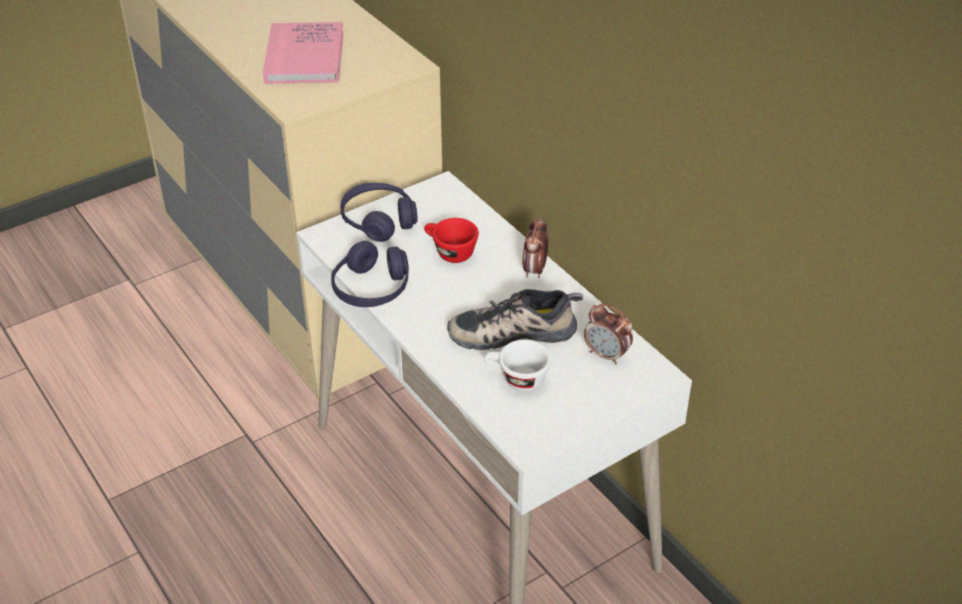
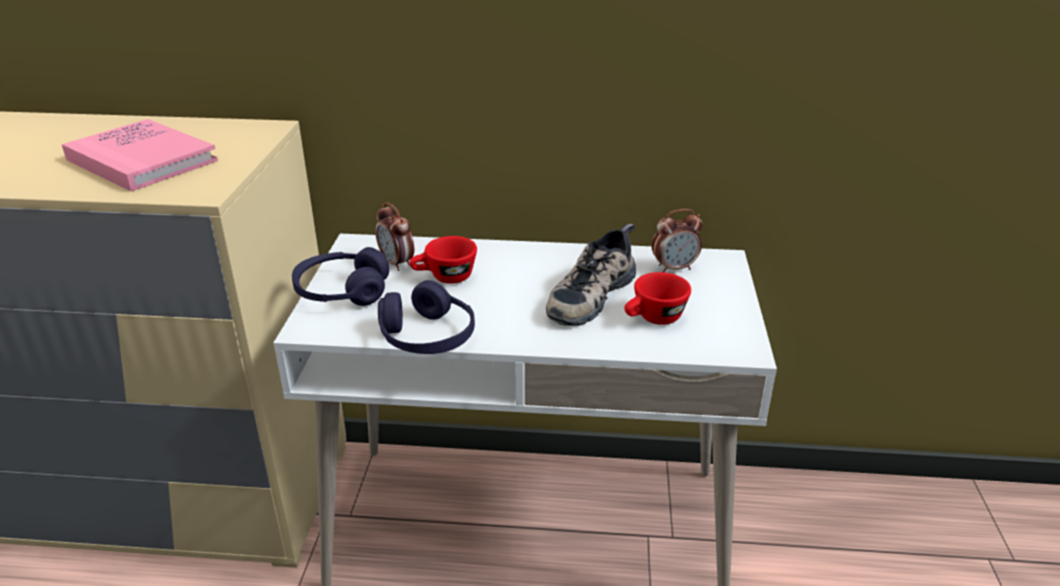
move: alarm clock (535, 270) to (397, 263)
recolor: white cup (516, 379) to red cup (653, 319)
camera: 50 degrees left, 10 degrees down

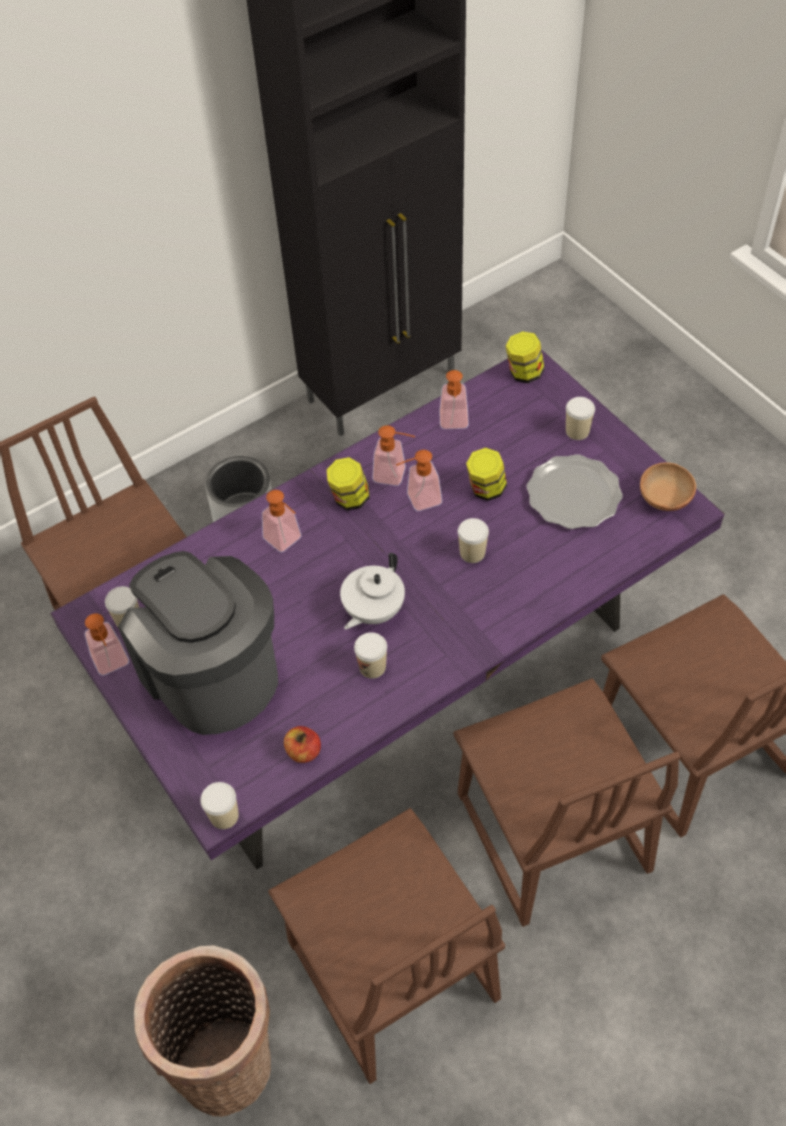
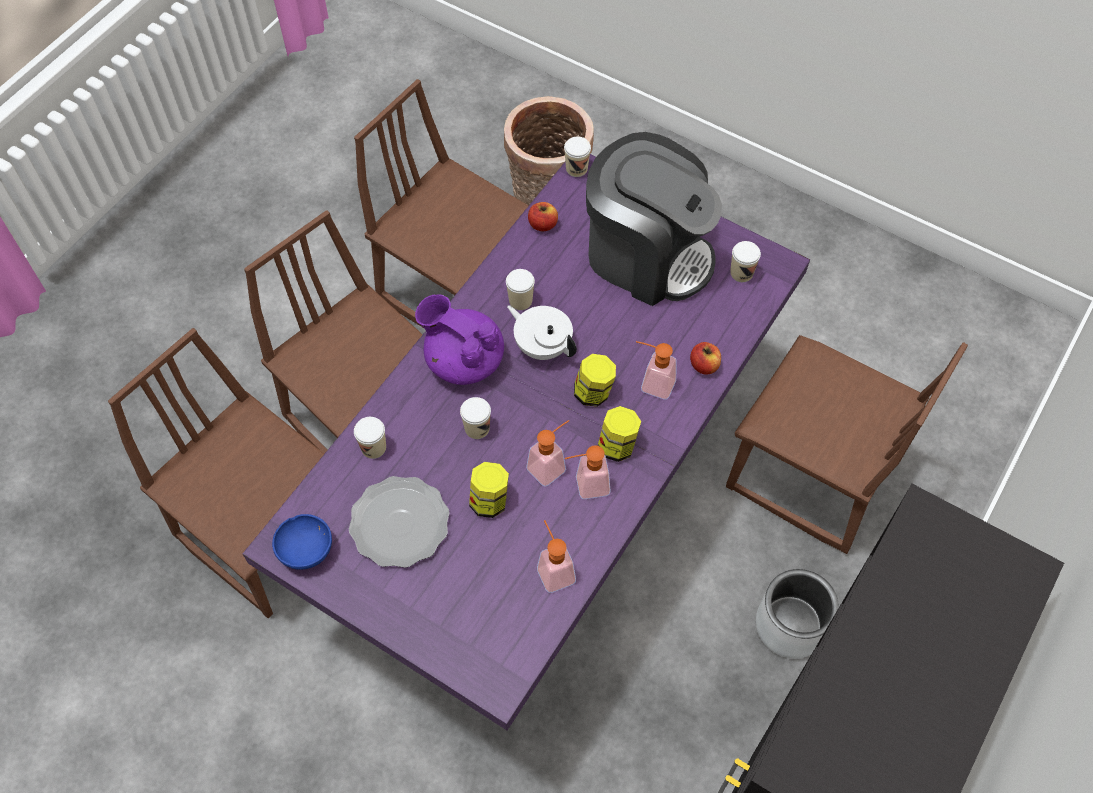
delete: soap dispenser (113, 665)
insert: purple teapot (463, 360); apple (704, 365)
move: jar (524, 373) to (593, 392); cup (577, 431) to (373, 447)
recolor: brown bowl (664, 499) to blue bowl (306, 549)
rotate: white teapot (372, 611) = (542, 346) 60 degrees counterclockwise
camera: 155 degrees right, 5 degrees up

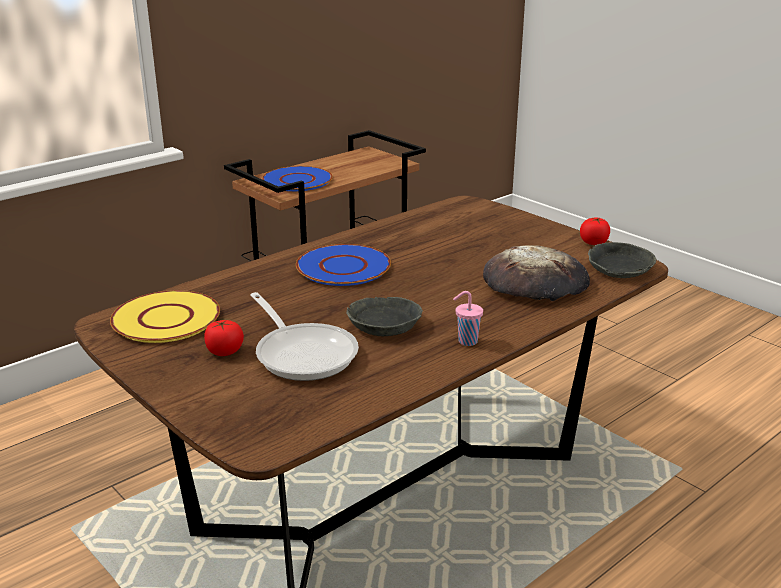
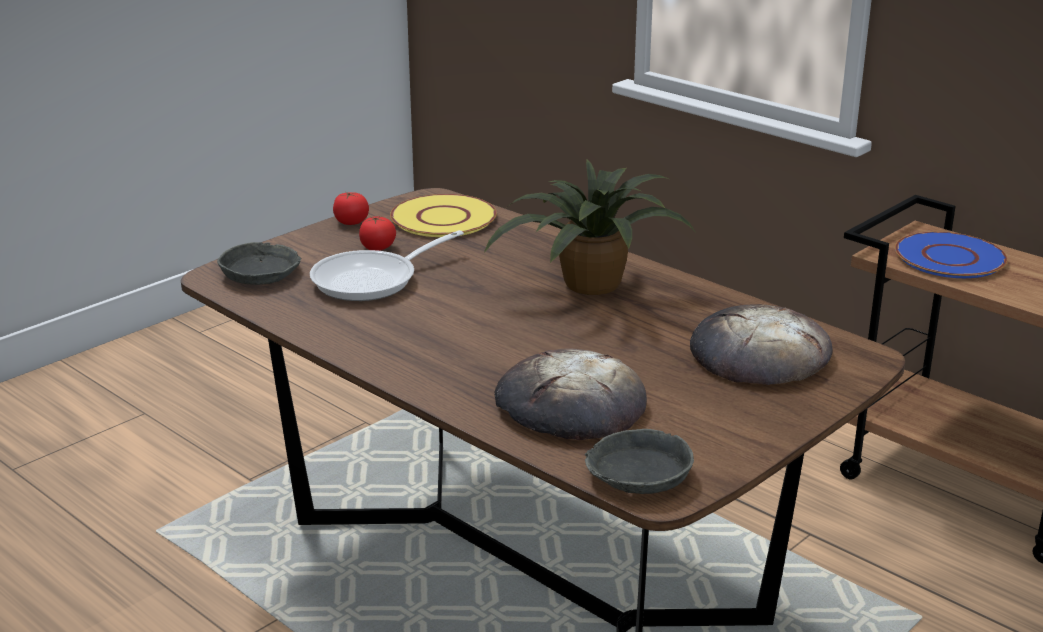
delete: pink cup (466, 341)
insert: bread (758, 354)
move: grey bowl (384, 323) to (261, 273); tomato (594, 242) to (351, 222)
replace: blue plate (344, 267) to potted plant (588, 286)
camera: 85 degrees right, 0 degrees up

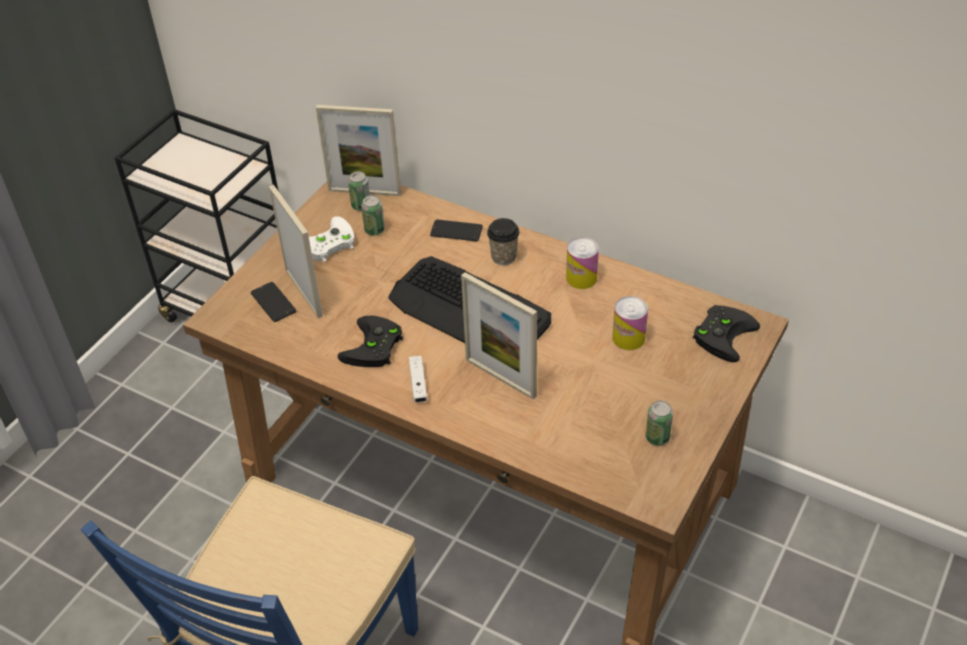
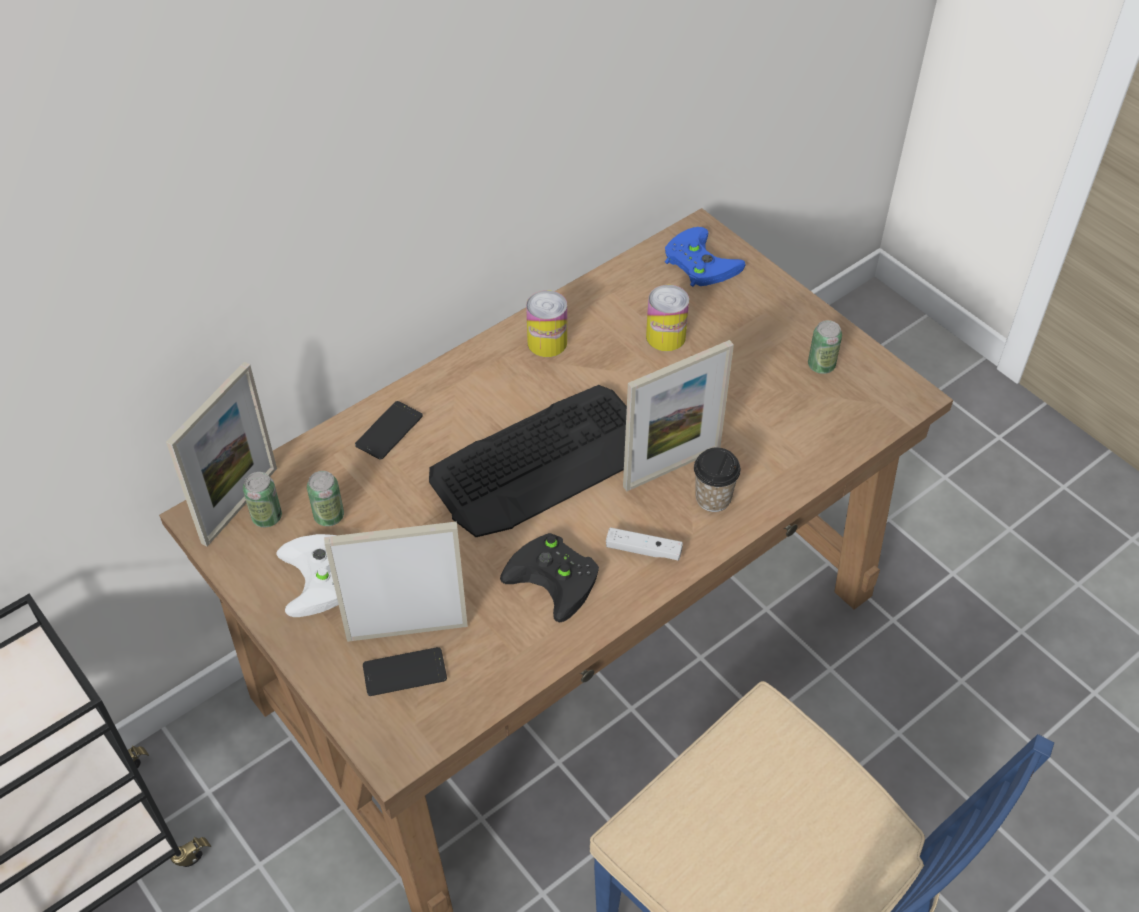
move: cup (503, 257) to (713, 498)
recolor: black game controller (722, 333) to blue game controller (697, 262)
camera: 70 degrees left, 5 degrees up

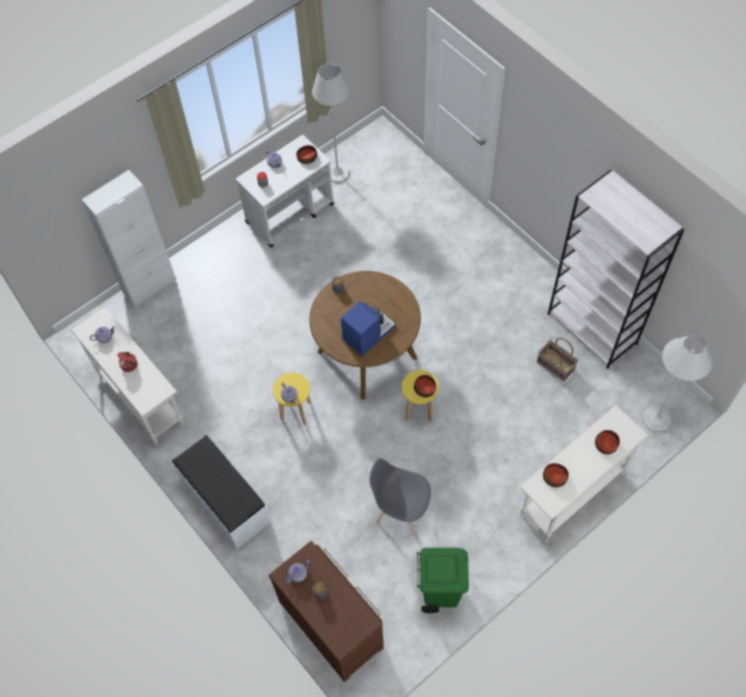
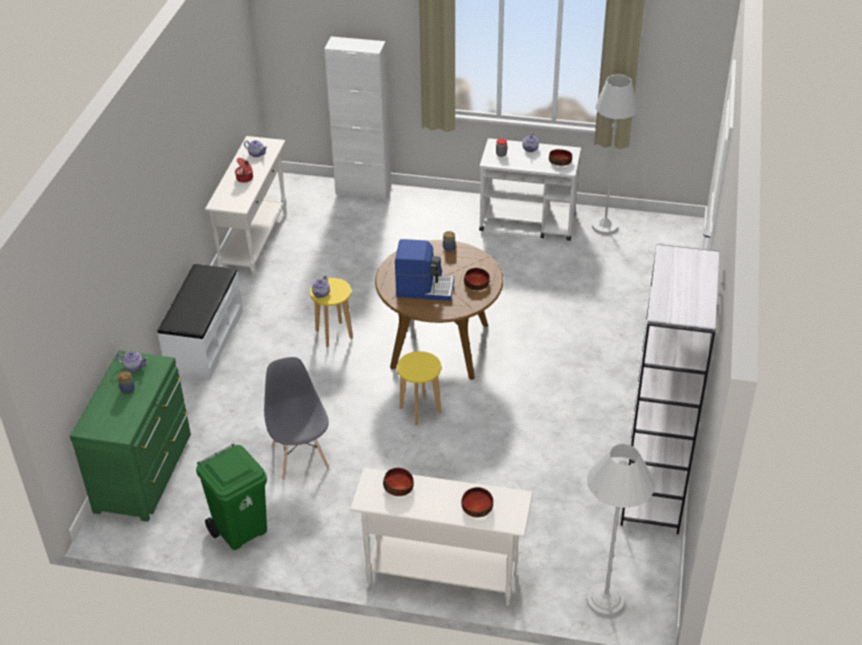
delete: basket (556, 365)
move: bowl (425, 388) to (476, 284)
recolor: brown dresser (332, 622) to green dresser (146, 472)
camera: 50 degrees right, 20 degrees down

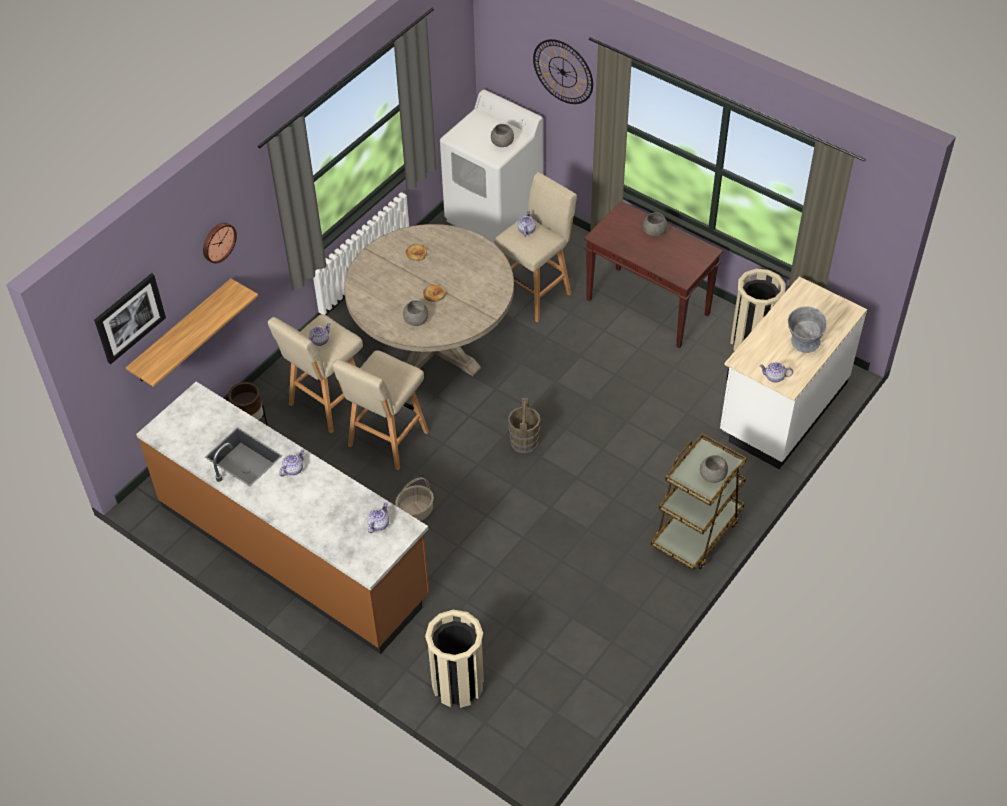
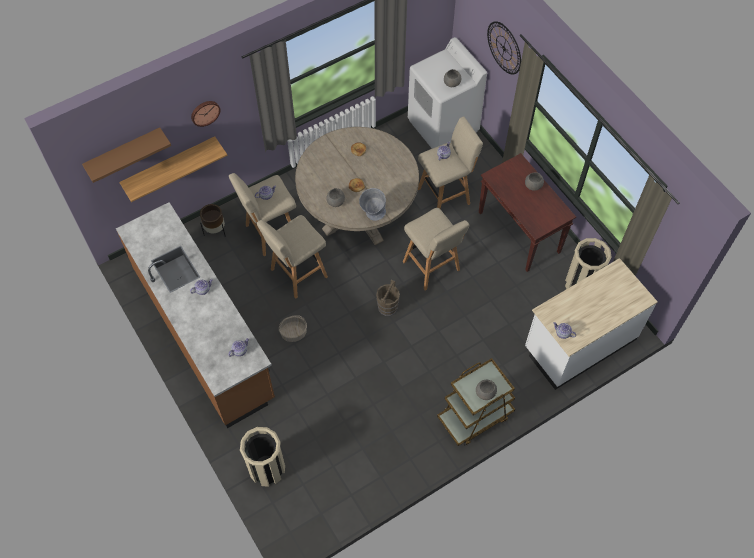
insert: beige stool (432, 267)
move: grey bowl (802, 345) to (372, 214)
replace: picture (129, 317) to brown shelf (124, 152)
camera: 20 degrees right, 10 degrees up

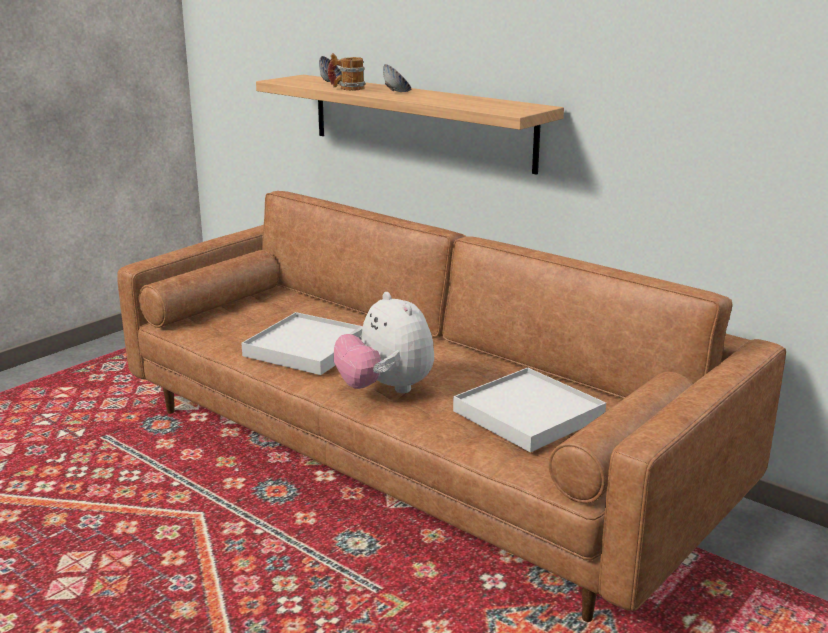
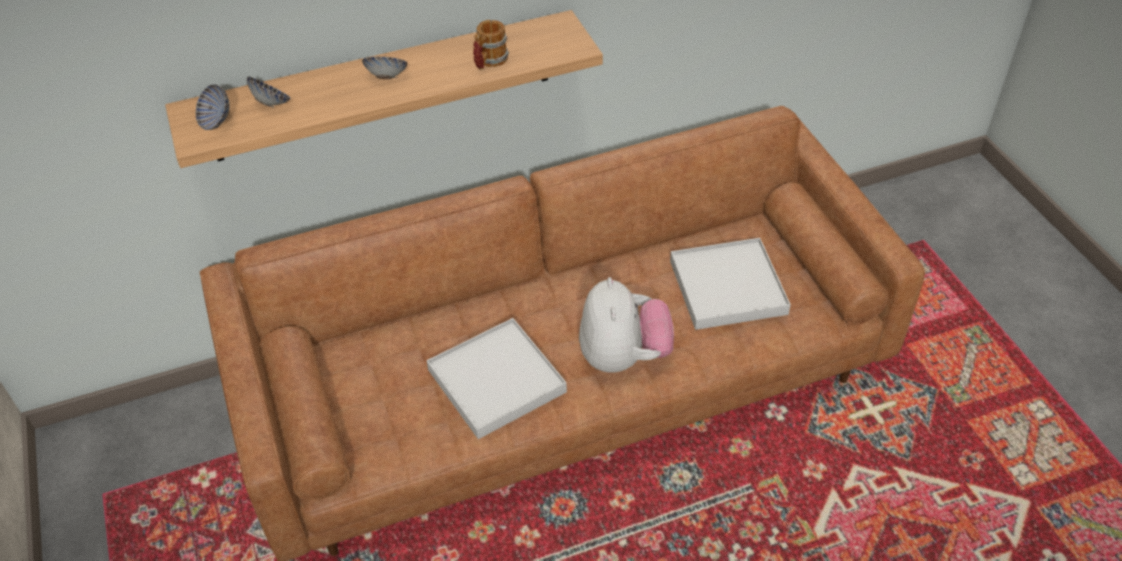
insert: bowl (216, 121)
move: mug (346, 88) to (489, 62)
rotate: plush toy (385, 389) = (623, 357) 90 degrees counterclockwise
camera: 60 degrees left, 25 degrees up

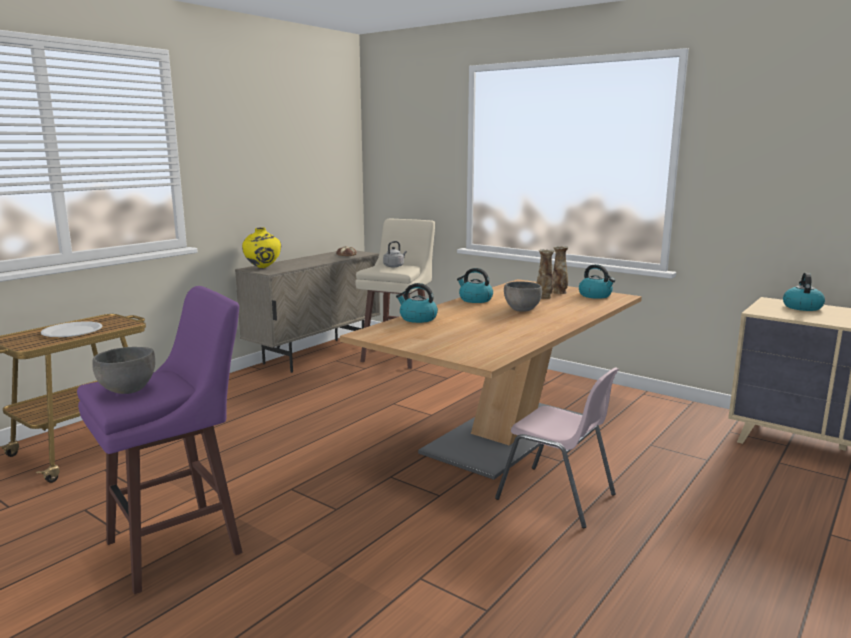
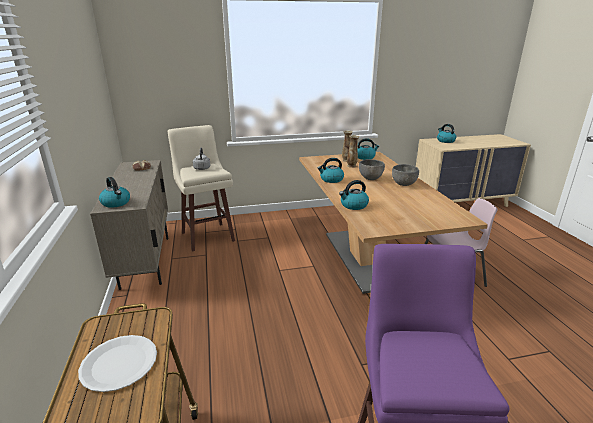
move: grey bowl (128, 390) to (403, 184)
replace: yellow vase (263, 268) to kettle (116, 203)
camera: 50 degrees left, 10 degrees up

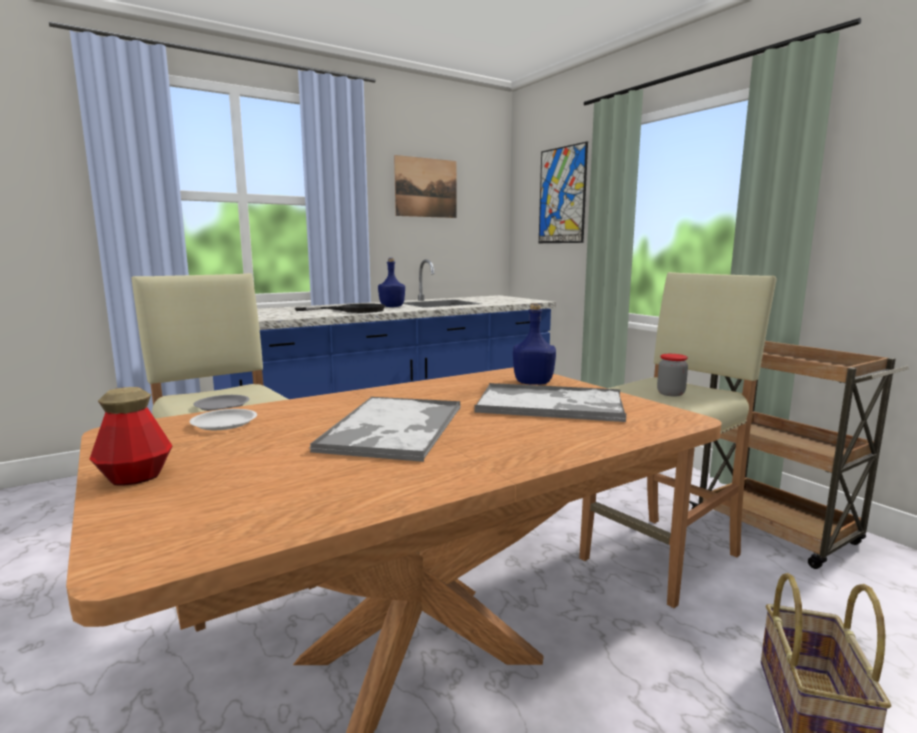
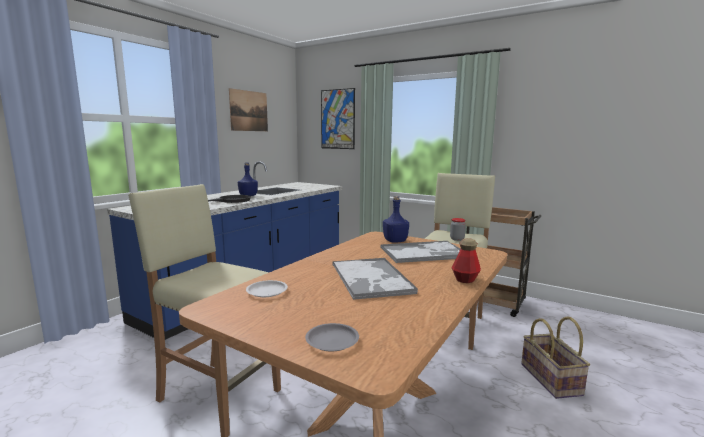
move: bottle (135, 477) to (465, 279); grey plate (222, 406) to (331, 340)
camera: 25 degrees left, 0 degrees up

